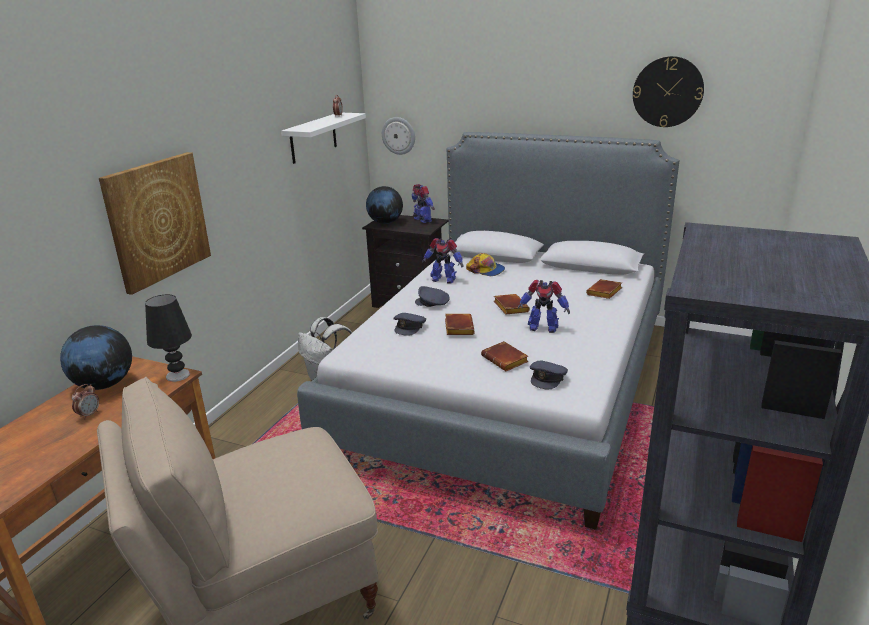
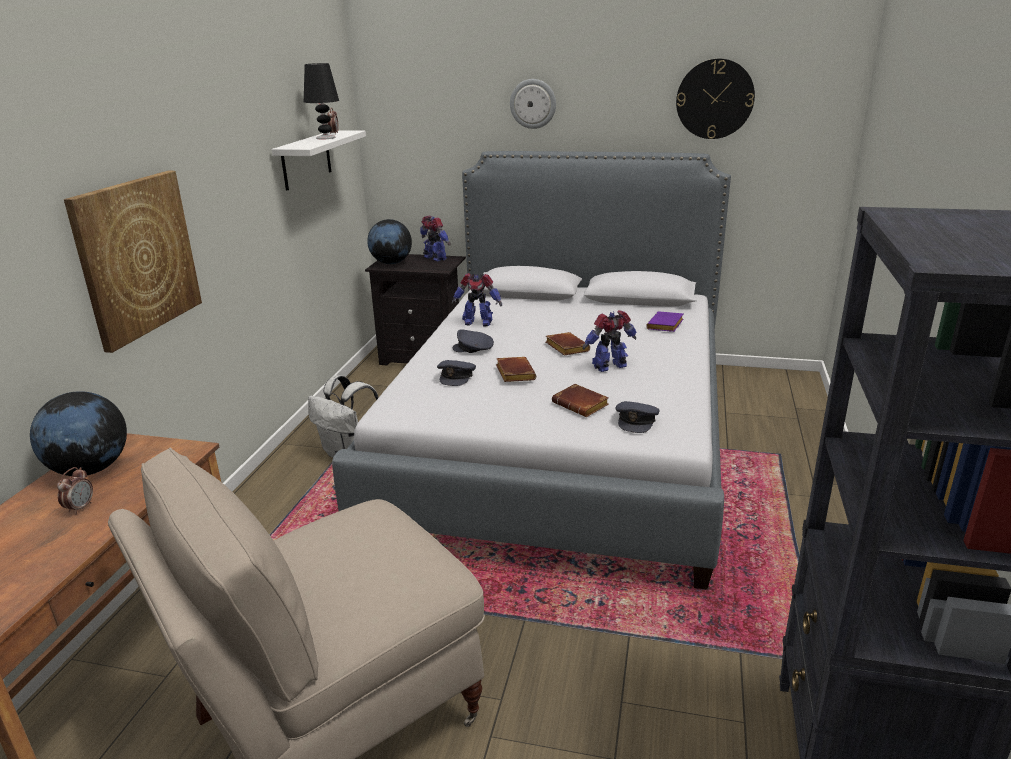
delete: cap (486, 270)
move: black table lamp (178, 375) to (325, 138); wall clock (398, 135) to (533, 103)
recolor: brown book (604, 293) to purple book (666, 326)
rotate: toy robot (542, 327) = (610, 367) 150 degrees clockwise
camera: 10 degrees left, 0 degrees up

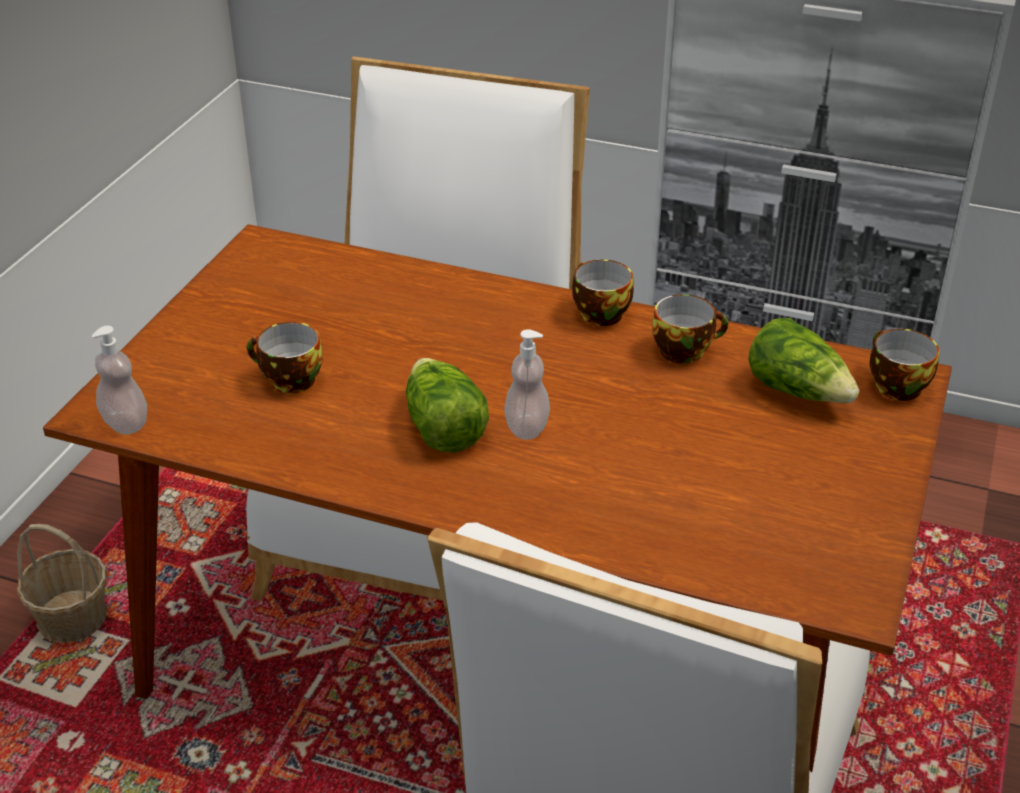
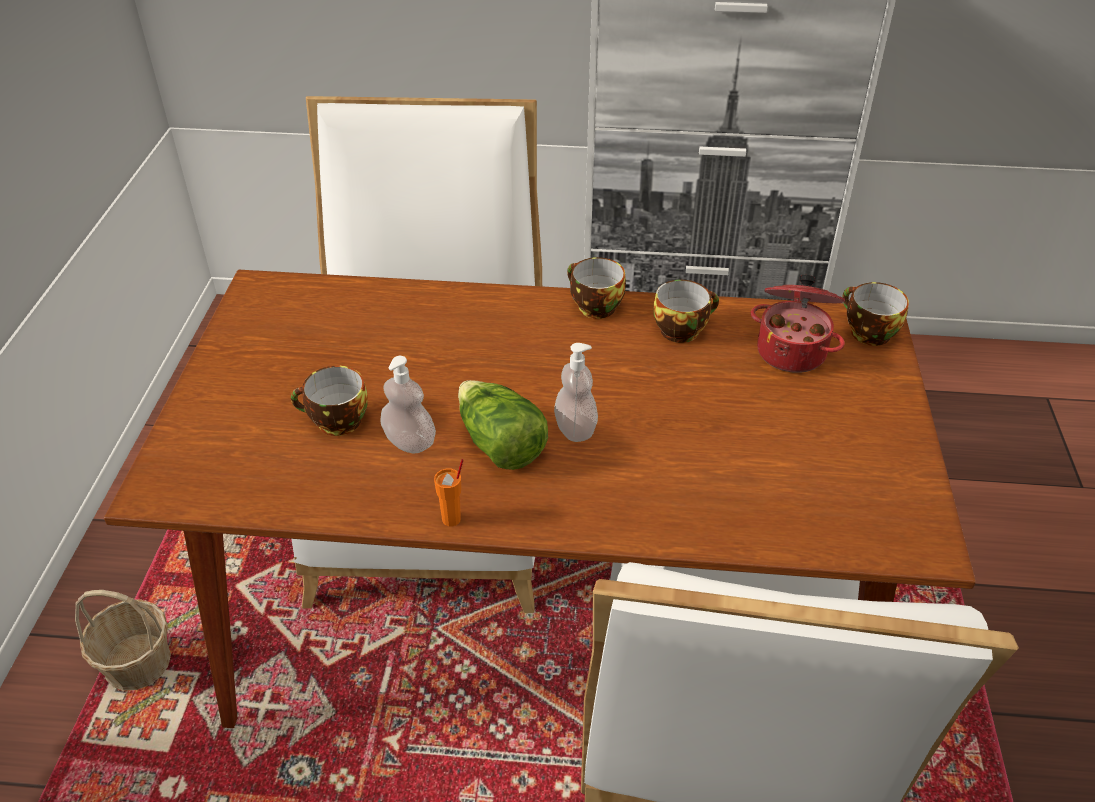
insert: orange cup (452, 519)
move: soap dispenser (125, 423) to (410, 442)
replace: lettuce (798, 391) to cooking pot (792, 351)
camera: 15 degrees left, 5 degrees up

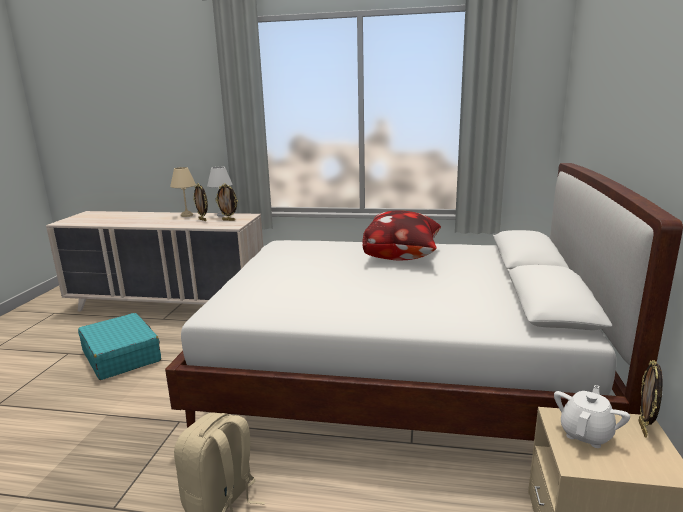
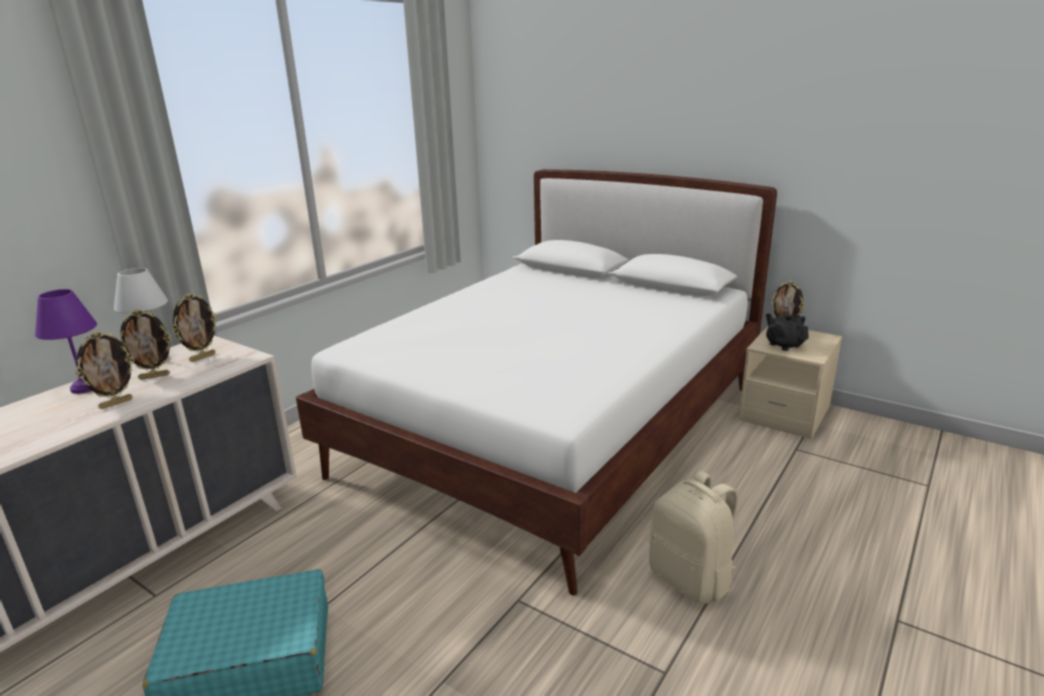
delete: pillow (403, 257)
insert: picture frame (116, 403)
recolor: beige table lamp (187, 215) to purple table lamp (84, 387); white teapot (586, 434) to black teapot (784, 345)
camera: 65 degrees left, 5 degrees up

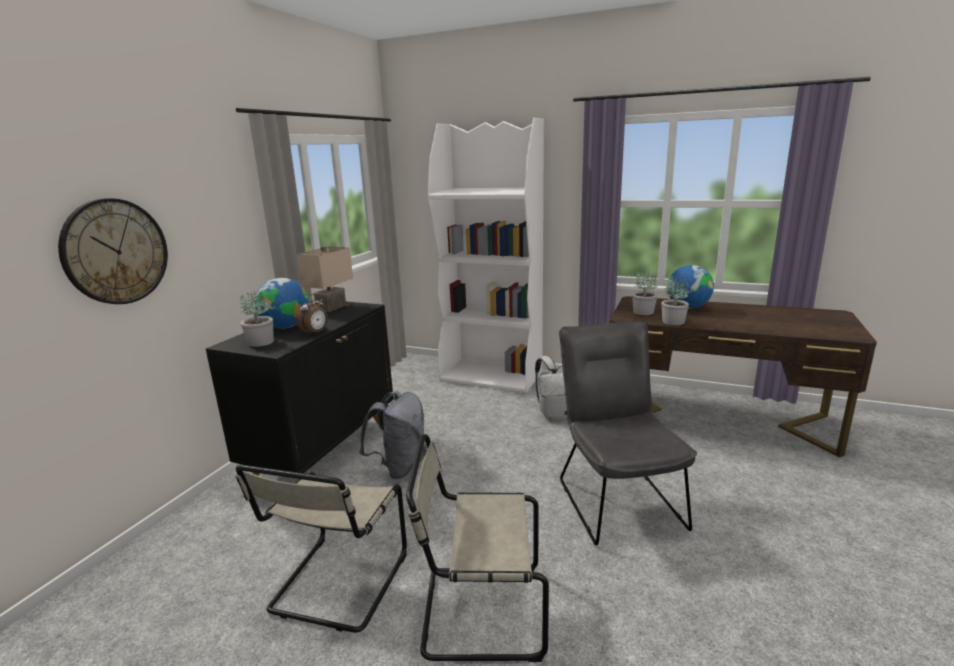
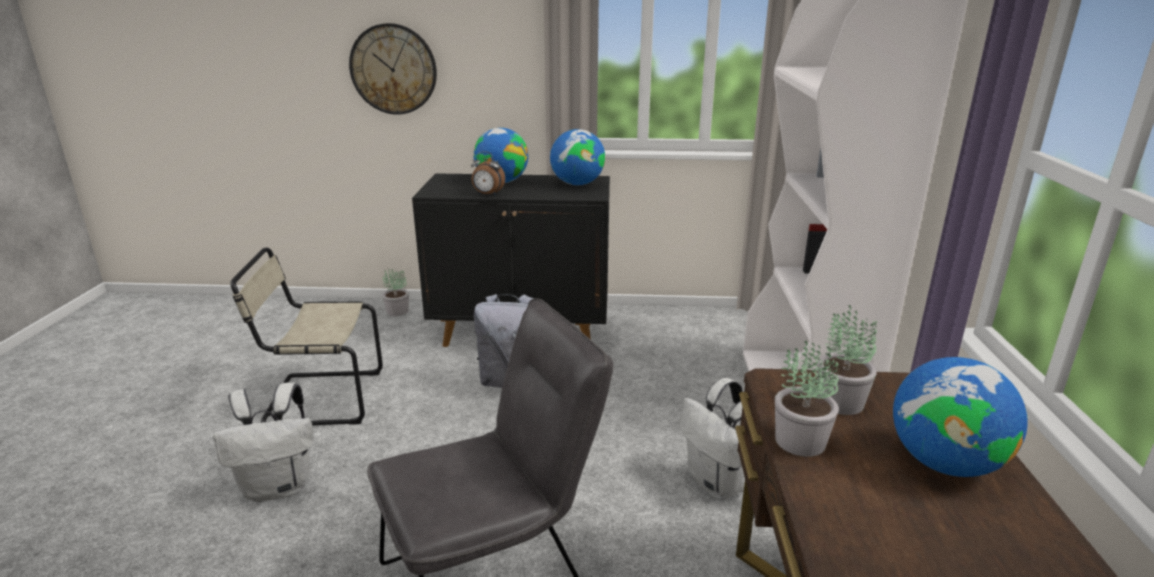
move: potted plant (261, 342) to (397, 312)
replace: beige table lamp (332, 308) to globe (577, 184); beige chair (478, 611) to white backpack (279, 486)
camera: 70 degrees right, 5 degrees up

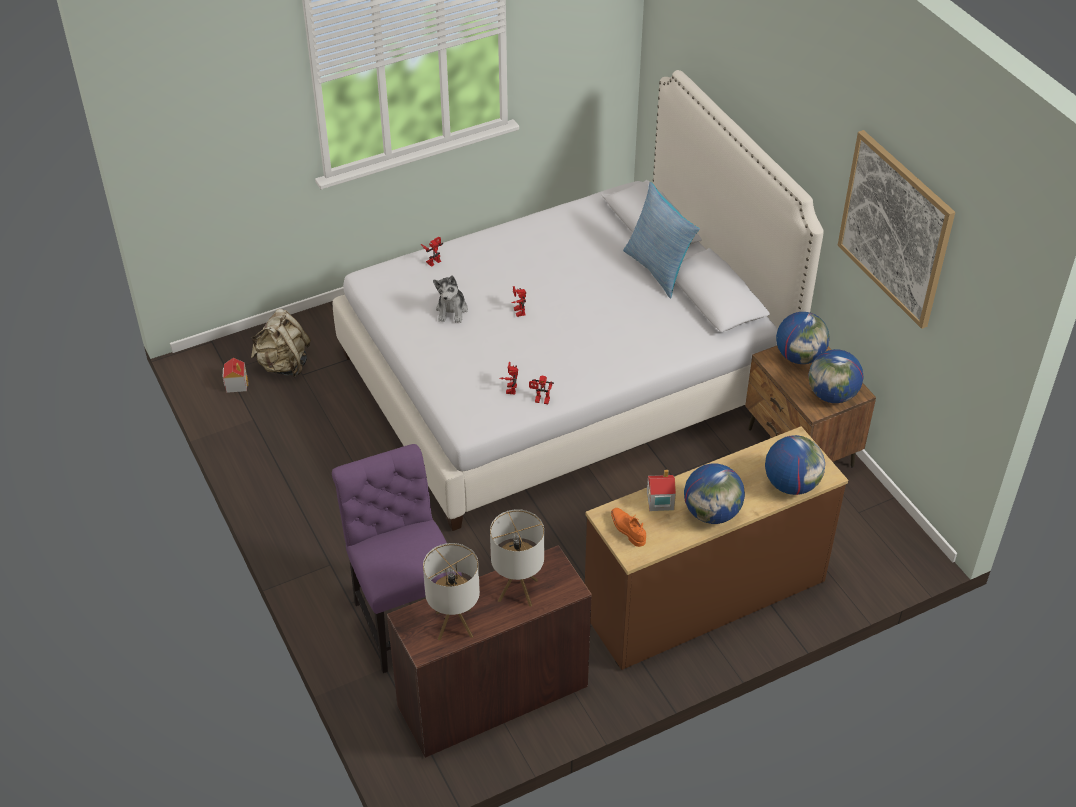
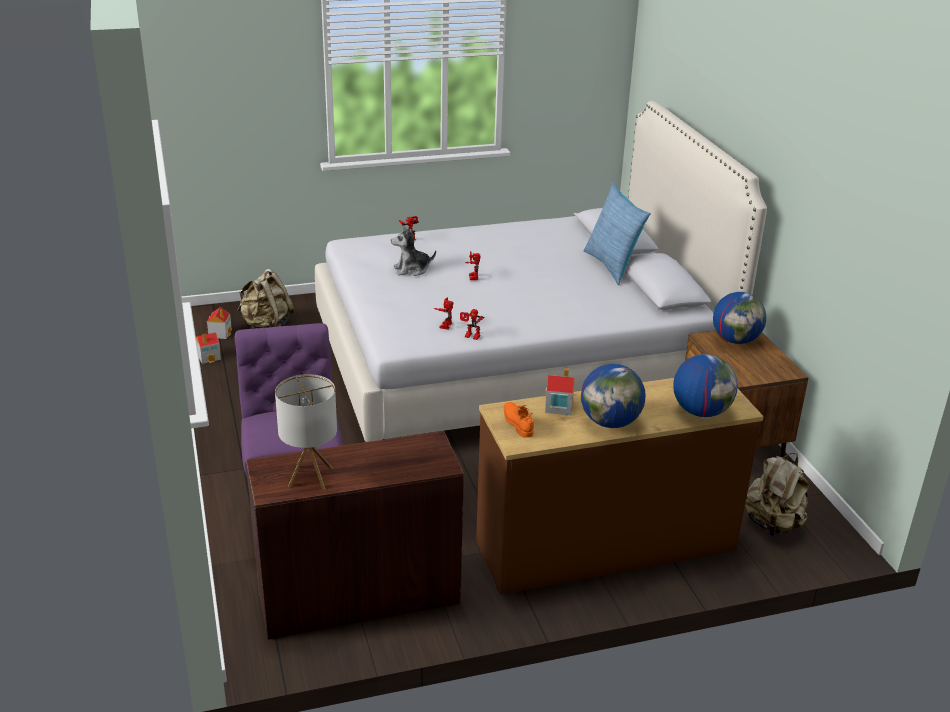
delete: table lamp (518, 590); globe (832, 395); picture (895, 228)
insert: toy house (209, 357); beige backpack (773, 524)
rotate: plush toy (452, 310) = (412, 270) 60 degrees clockwise
camera: 10 degrees right, 15 degrees down

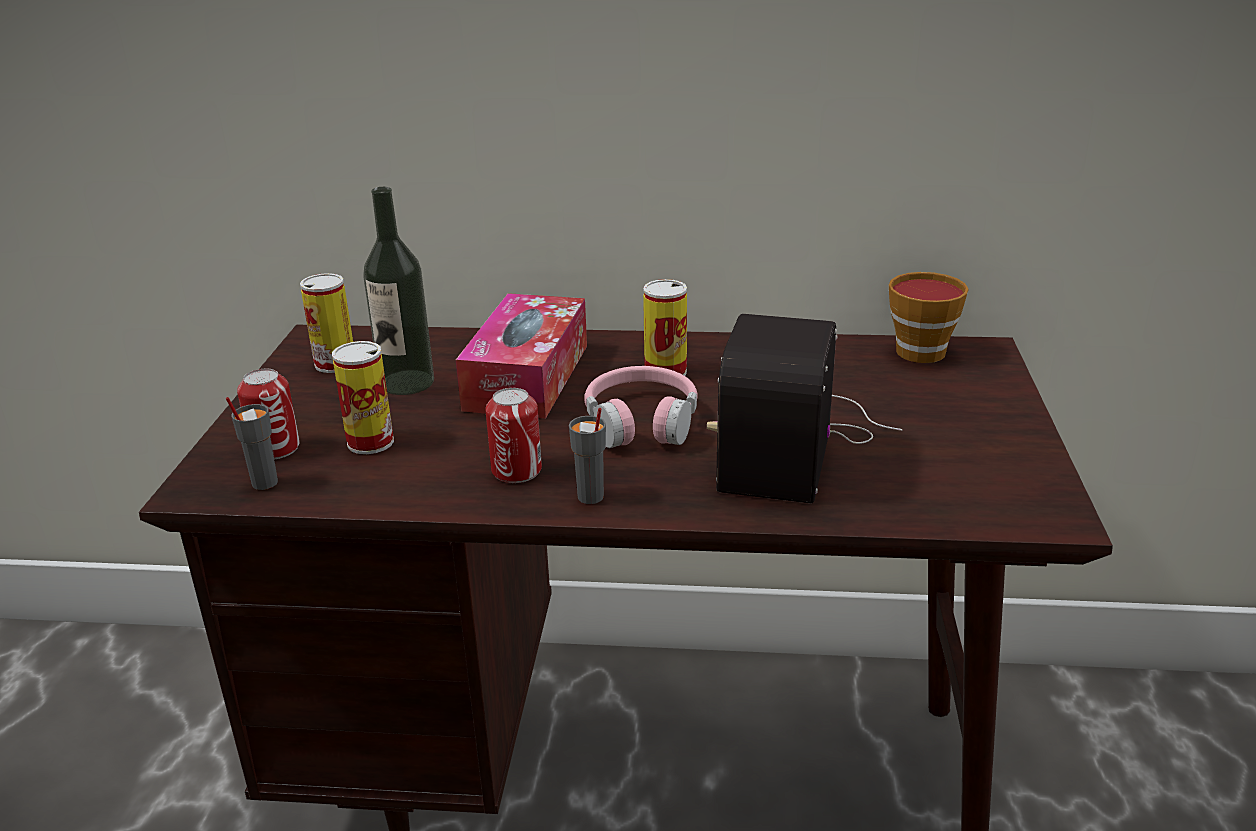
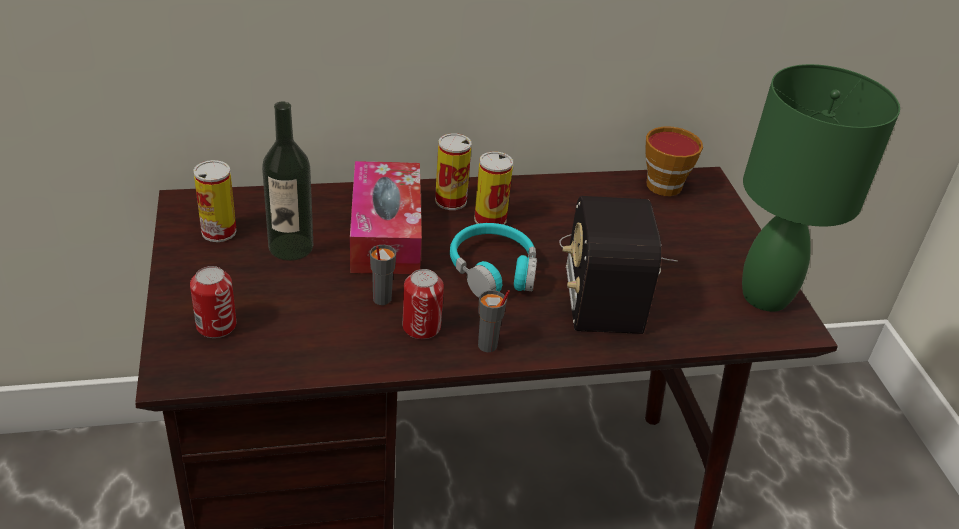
insert: green table lamp (766, 295)
move: grey cup (263, 483) to (381, 299); can (370, 442) to (450, 200)
recolor: pink headphones (641, 421) to turquoise headphones (493, 270)
camera: 20 degrees left, 10 degrees up

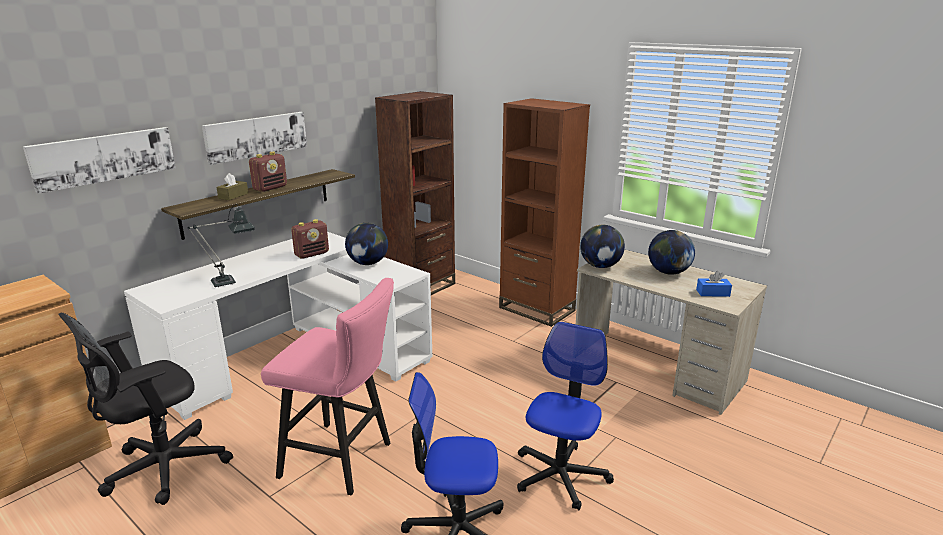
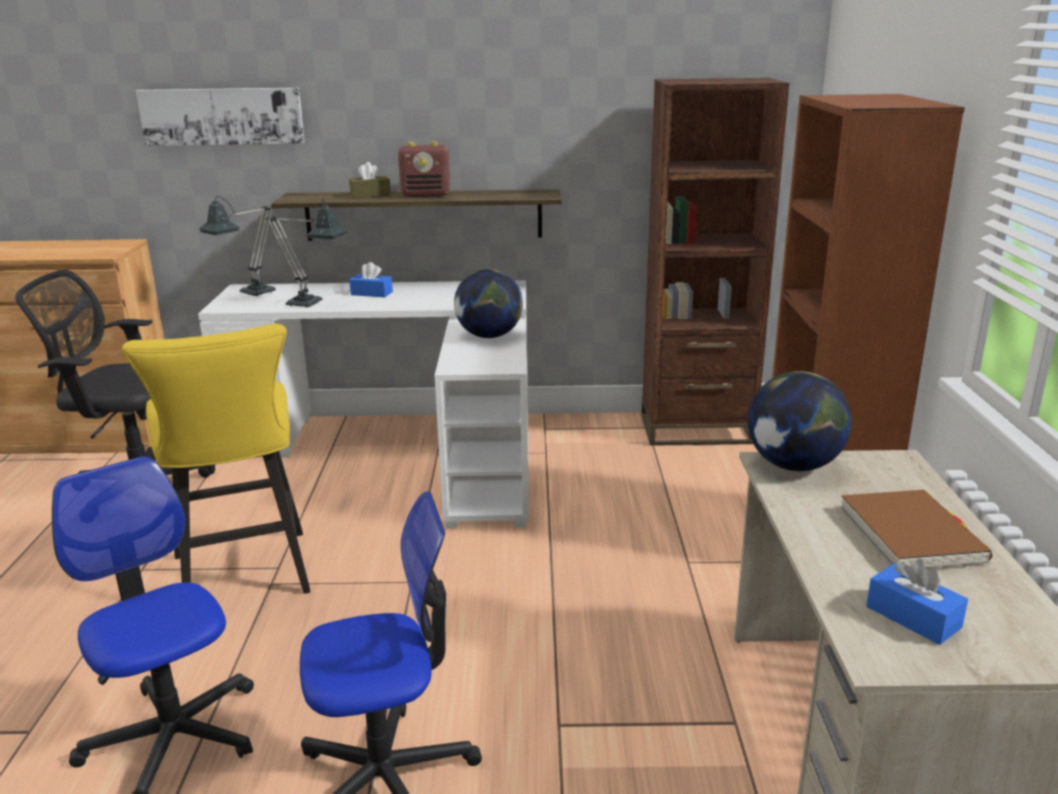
delete: picture (256, 136); radio (312, 254)
insert: table lamp (251, 294); blue tissue box (371, 293)
replace: globe (668, 272) to brown book (911, 535)
recolor: pink stool (343, 460) to yellow stool (244, 579)
camera: 50 degrees right, 0 degrees up

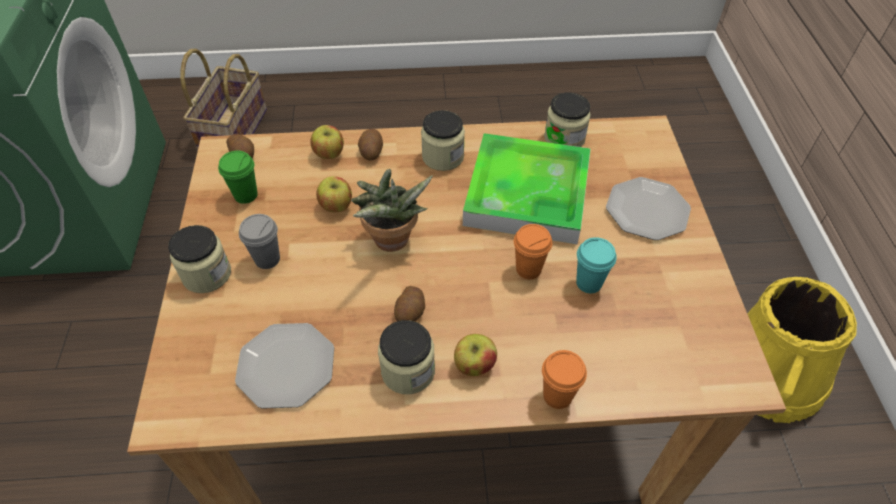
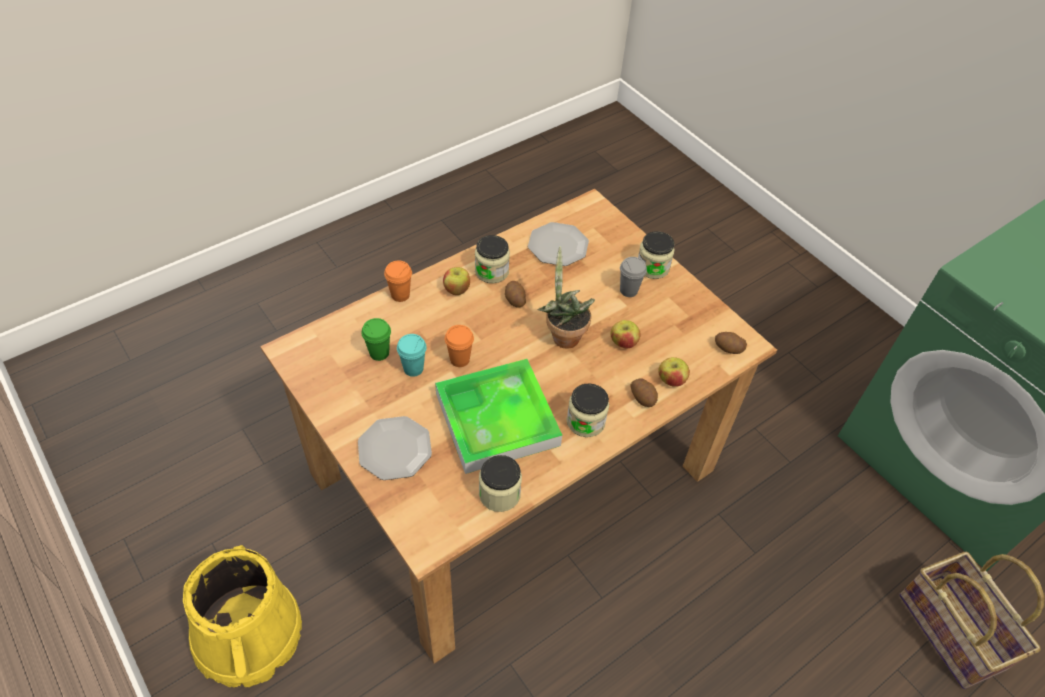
move: green cup (246, 195) to (379, 353)
camera: 145 degrees right, 0 degrees up

